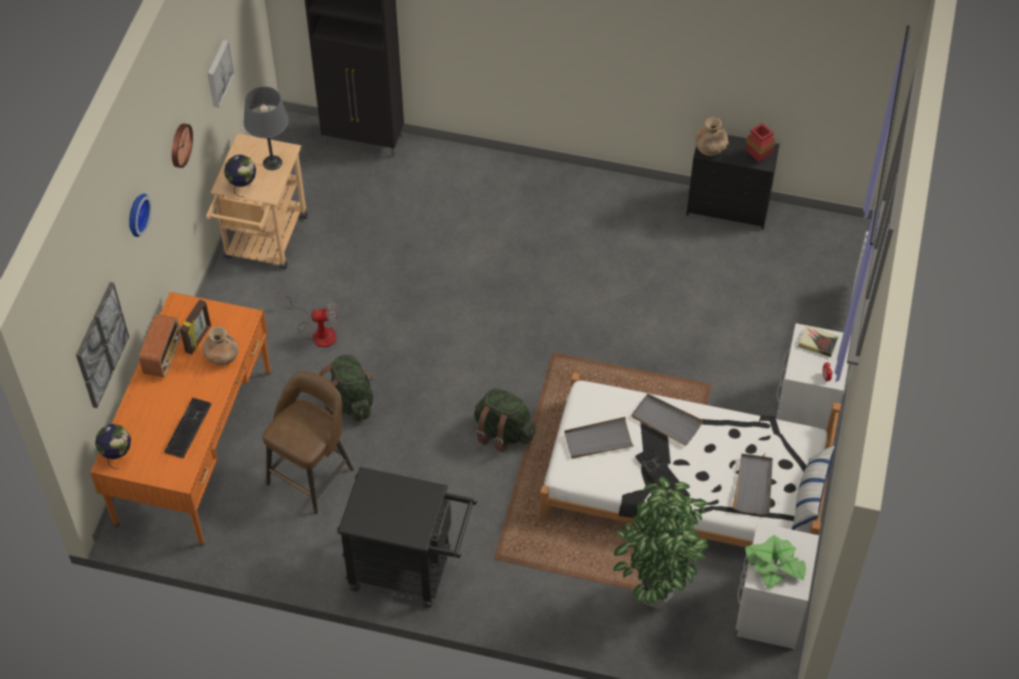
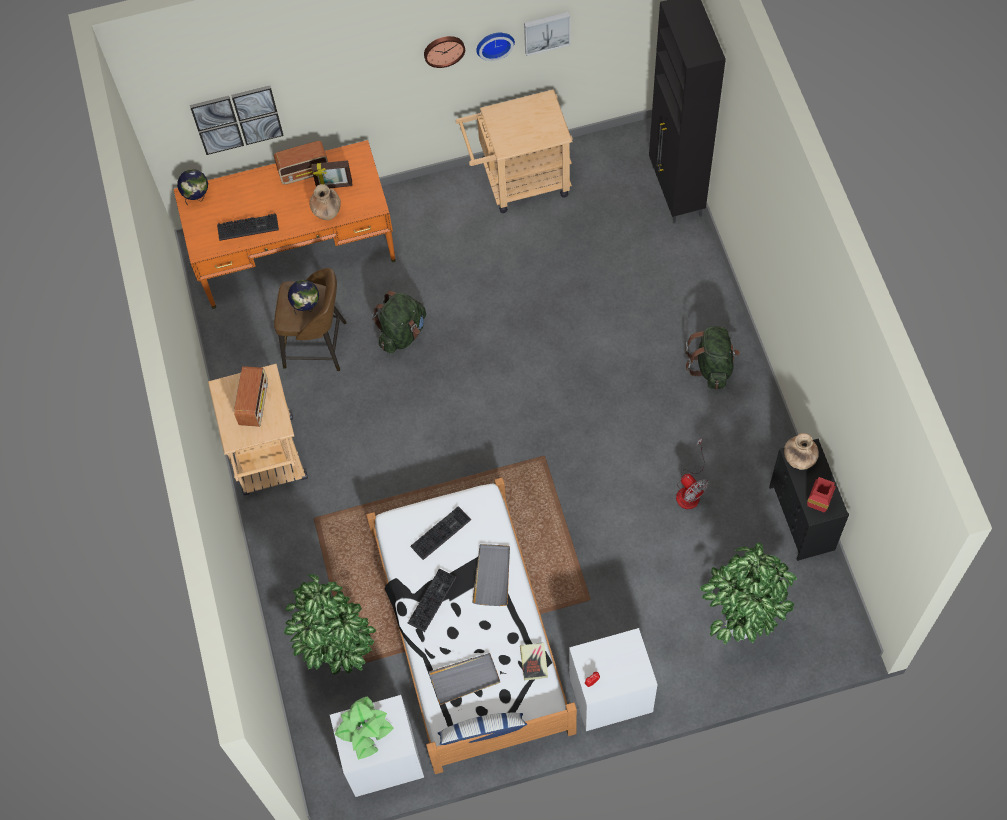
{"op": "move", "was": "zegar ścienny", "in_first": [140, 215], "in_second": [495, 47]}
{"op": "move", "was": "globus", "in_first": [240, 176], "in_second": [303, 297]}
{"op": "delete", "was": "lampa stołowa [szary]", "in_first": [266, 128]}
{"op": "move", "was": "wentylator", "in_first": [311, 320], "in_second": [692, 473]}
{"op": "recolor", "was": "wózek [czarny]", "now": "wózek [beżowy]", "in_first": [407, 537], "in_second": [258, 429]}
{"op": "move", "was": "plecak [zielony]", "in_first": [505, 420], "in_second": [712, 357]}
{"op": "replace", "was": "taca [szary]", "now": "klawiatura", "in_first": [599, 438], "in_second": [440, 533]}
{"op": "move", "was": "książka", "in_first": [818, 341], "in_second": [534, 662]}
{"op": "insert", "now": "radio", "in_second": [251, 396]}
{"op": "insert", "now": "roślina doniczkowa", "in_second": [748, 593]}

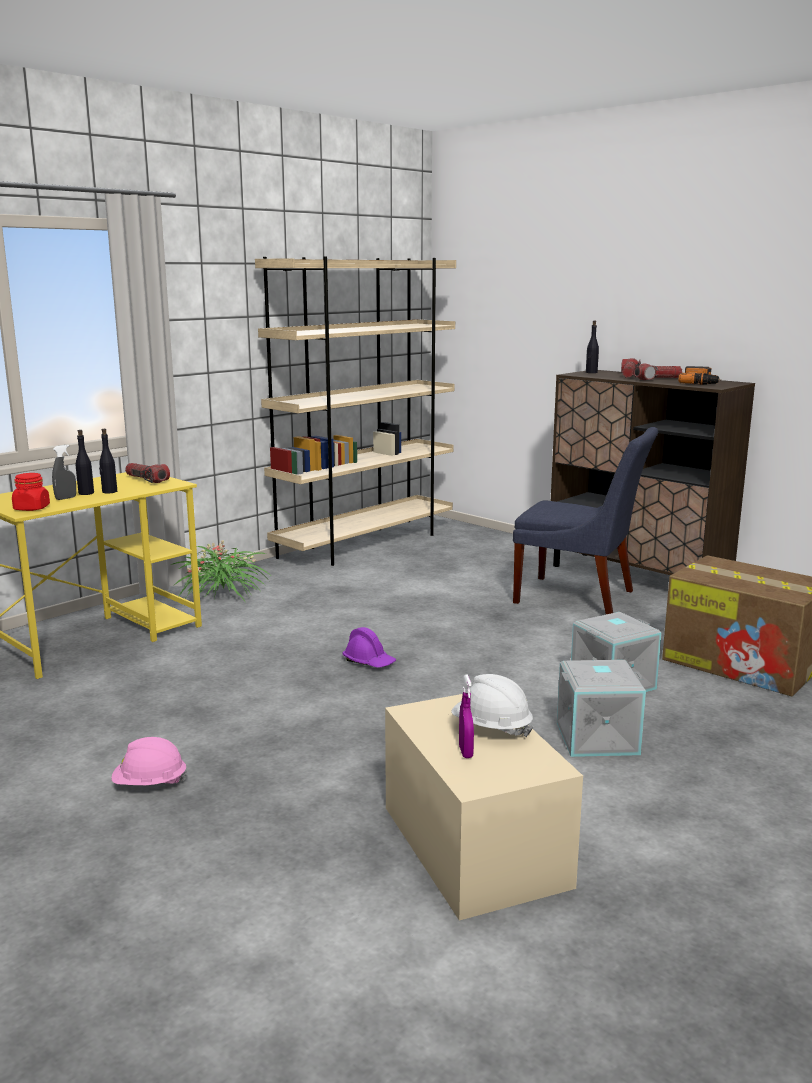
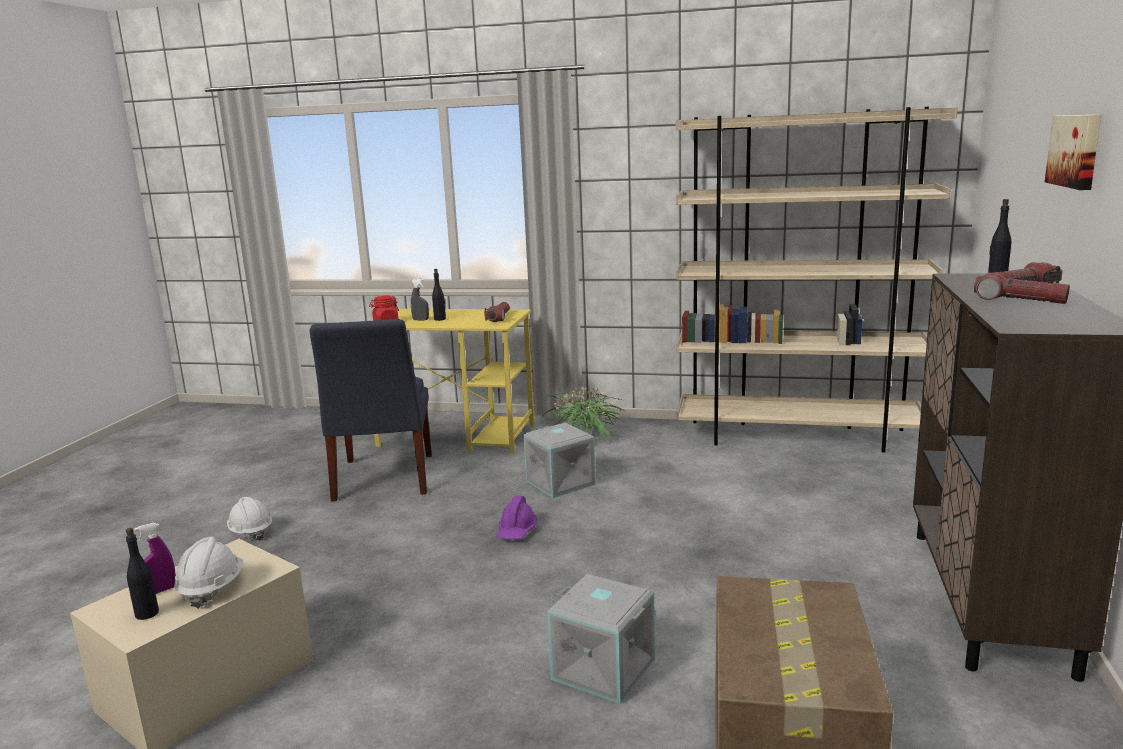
{"op": "move", "was": "butelka [czarny]", "in_first": [108, 461], "in_second": [142, 574]}
{"op": "recolor", "was": "kask [różowy]", "now": "kask [biały]", "in_first": [149, 761], "in_second": [249, 519]}
{"op": "move", "was": "krzesło [niebieski]", "in_first": [585, 520], "in_second": [370, 410]}
{"op": "move", "was": "pojemnik do przechowywania [szary]", "in_first": [601, 708], "in_second": [560, 460]}
{"op": "delete", "was": "wiertarka", "in_first": [699, 375]}
{"op": "insert", "now": "obraz", "in_second": [1073, 152]}

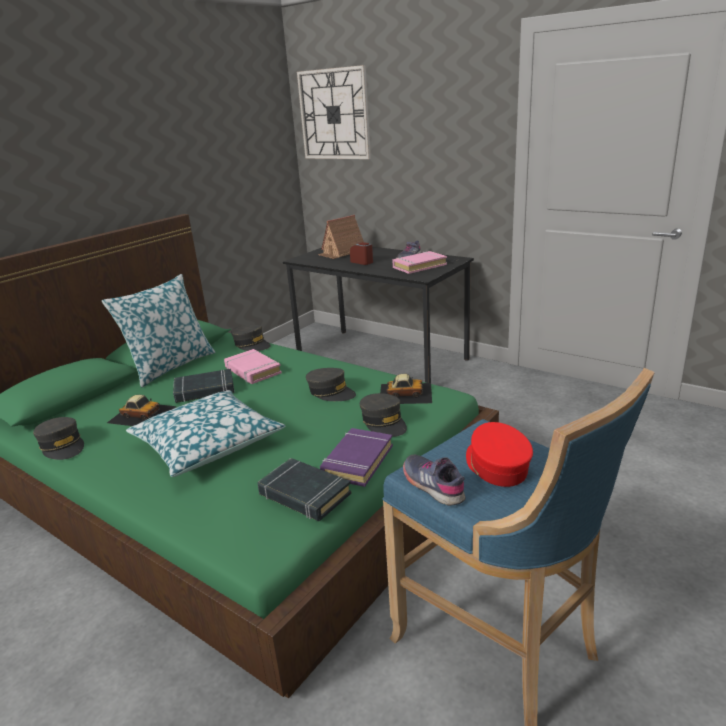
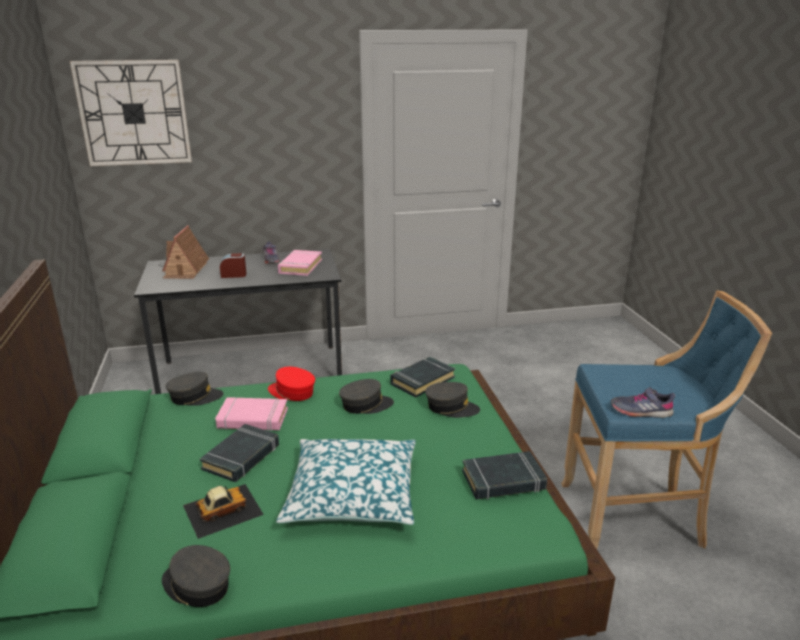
{"op": "rotate", "was": "czapka z daszkiem [szary]", "in_first": [58, 438], "in_second": [196, 576], "clockwise": -150}
{"op": "delete", "was": "poduszka", "in_first": [158, 330]}
{"op": "delete", "was": "książka [fioletowy]", "in_first": [356, 457]}
{"op": "replace", "was": "samochodzik", "now": "książka [czarny]", "in_first": [406, 389], "in_second": [422, 377]}
{"op": "move", "was": "czapka z daszkiem [czerwony]", "in_first": [499, 454], "in_second": [291, 384]}

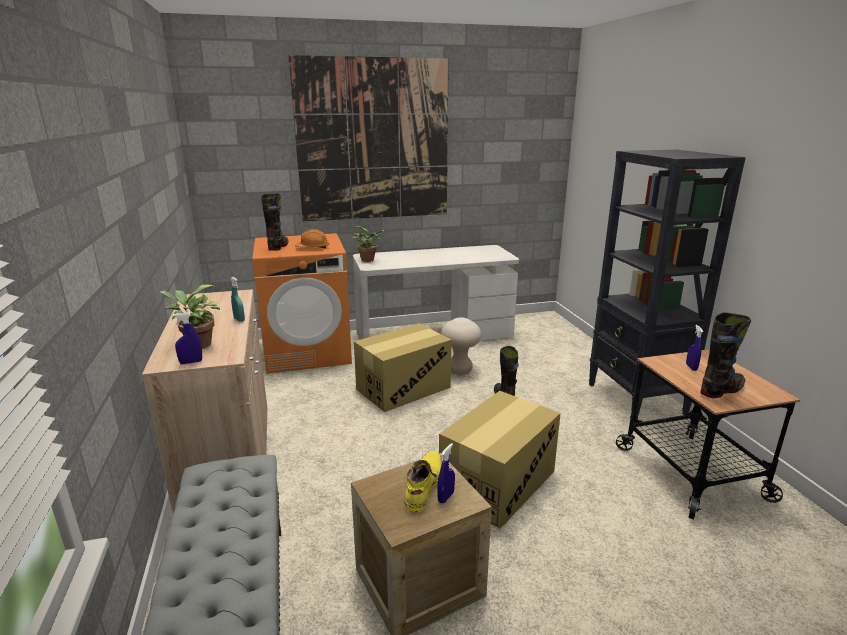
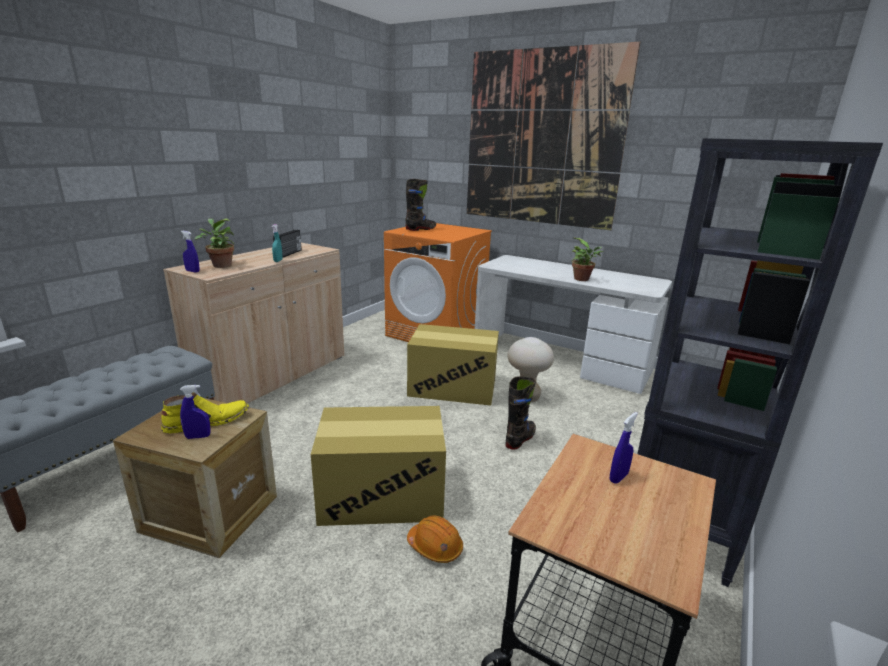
{"op": "move", "was": "kask [pomarańczowy]", "in_first": [312, 238], "in_second": [435, 539]}
{"op": "move", "was": "roślina doniczkowa", "in_first": [368, 244], "in_second": [587, 259]}
{"op": "delete", "was": "but z cholewką [czarny]", "in_first": [726, 355]}
{"op": "insert", "now": "radio", "in_second": [287, 243]}

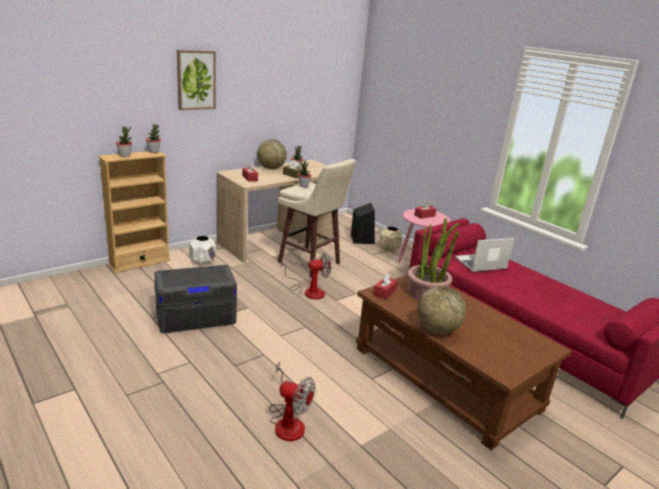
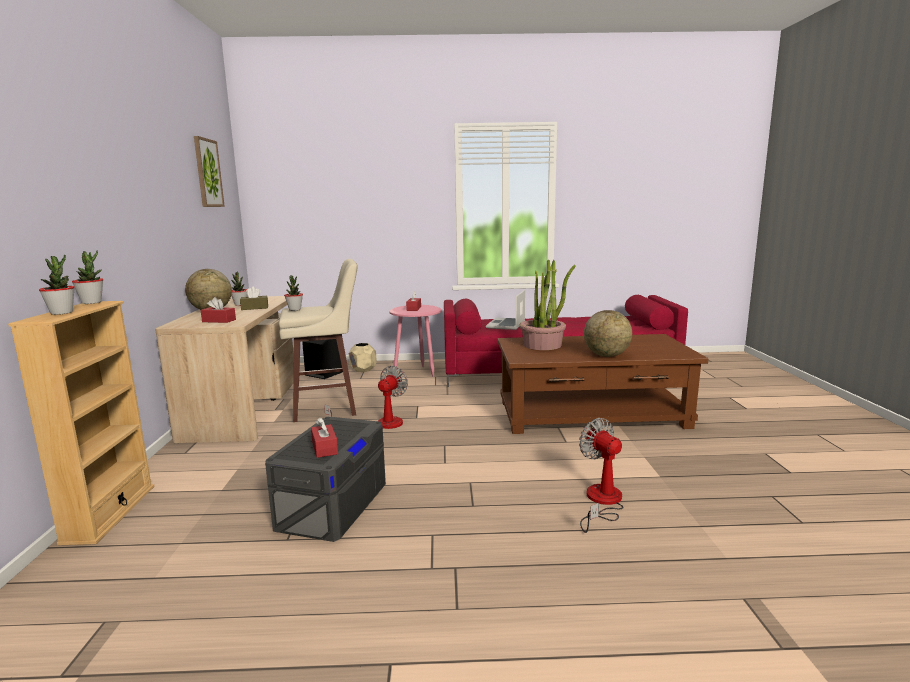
{"op": "move", "was": "obraz", "in_first": [196, 80], "in_second": [209, 171]}
{"op": "delete", "was": "donica [biały]", "in_first": [202, 250]}
{"op": "rotate", "was": "wentylator", "in_first": [292, 401], "in_second": [601, 475], "clockwise": -90}
{"op": "move", "was": "pudełko chusteczek [czerwony]", "in_first": [385, 286], "in_second": [324, 437]}

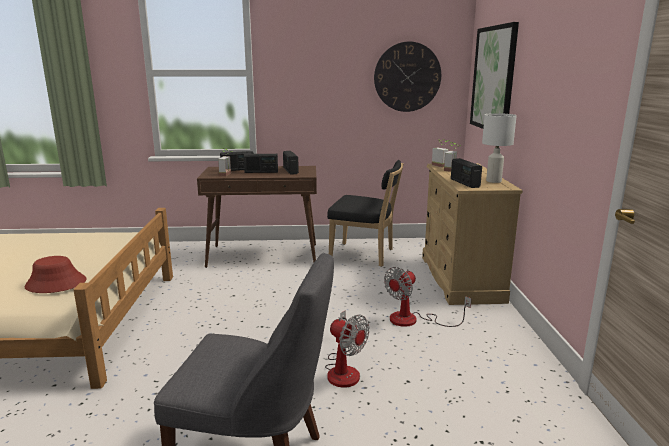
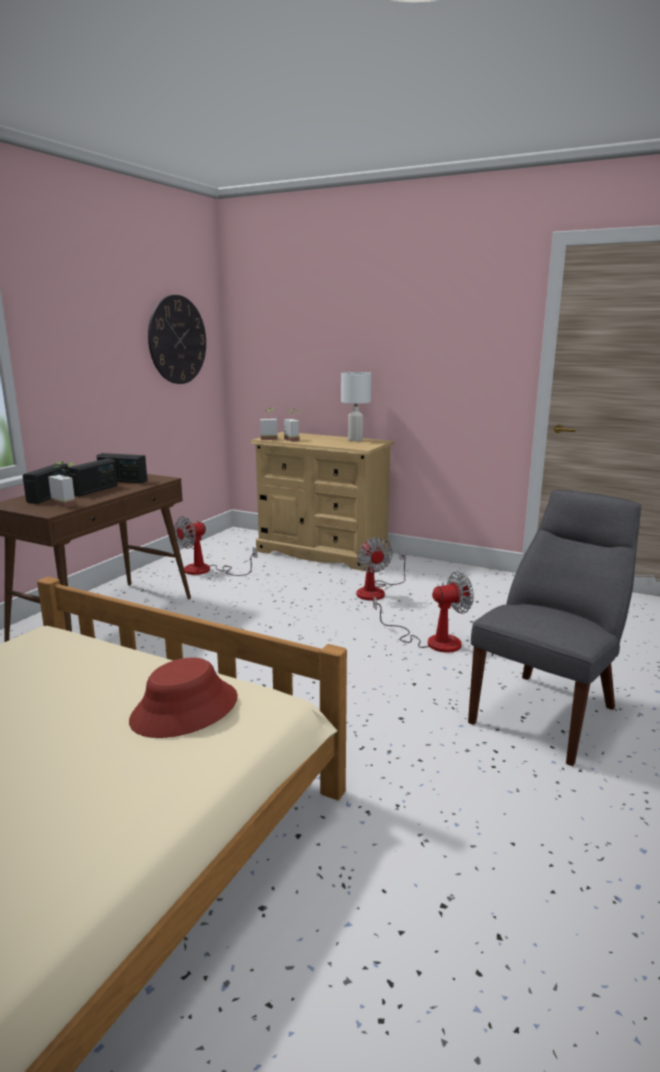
{"op": "replace", "was": "krzesło [czarny]", "now": "wentylator", "in_first": [365, 213], "in_second": [215, 546]}
{"op": "delete", "was": "radio", "in_first": [466, 173]}
{"op": "delete", "was": "obraz", "in_first": [494, 75]}

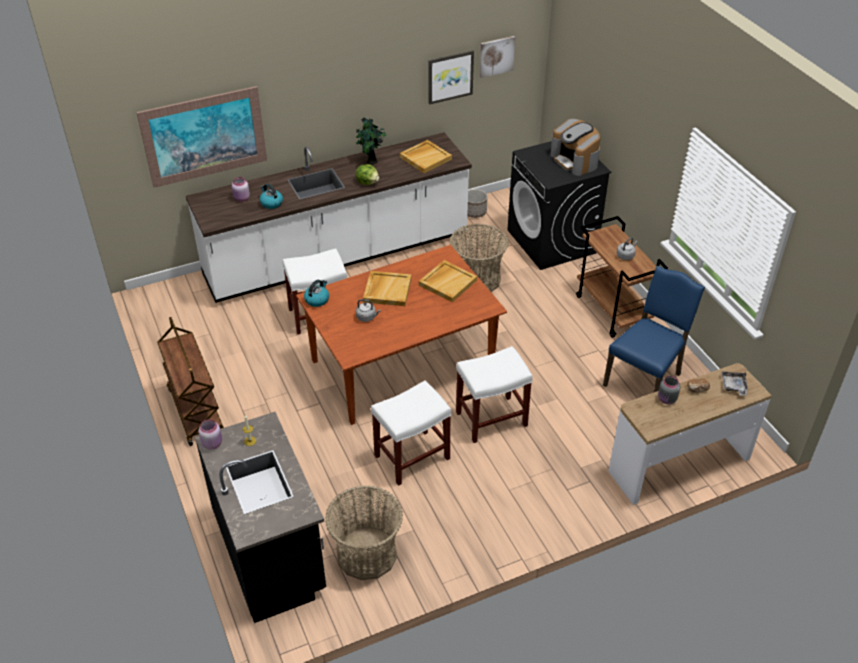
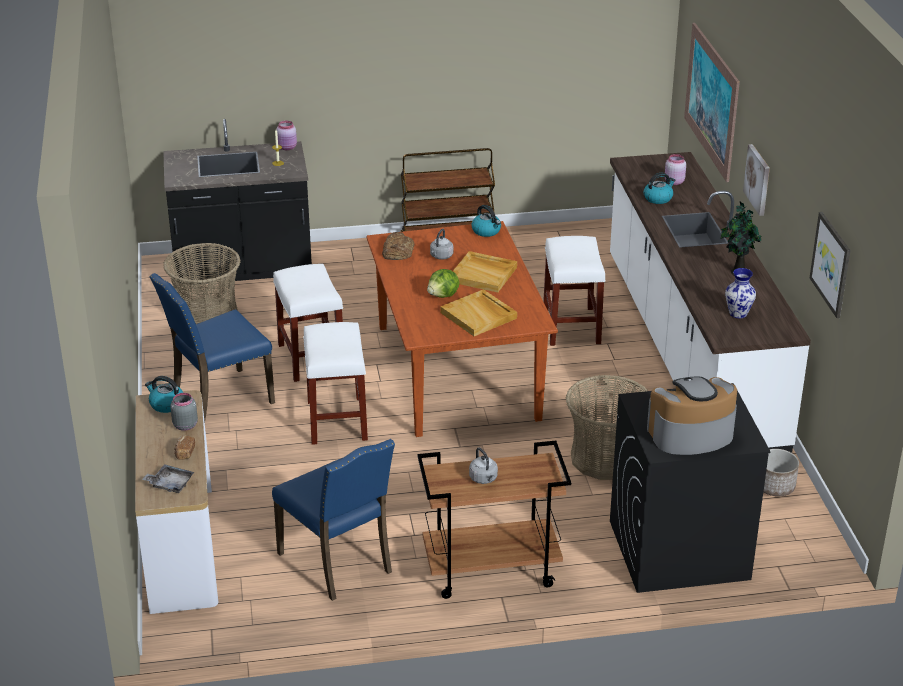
{"op": "move", "was": "sałata", "in_first": [367, 174], "in_second": [443, 283]}
{"op": "replace", "was": "taca [beżowy]", "now": "wazon", "in_first": [426, 156], "in_second": [740, 293]}
{"op": "move", "was": "obraz", "in_first": [497, 57], "in_second": [756, 180]}
{"op": "insert", "now": "czajnik", "in_second": [164, 394]}
{"op": "insert", "now": "krzesło [niebieski]", "in_second": [212, 347]}
{"op": "insert", "now": "chleb", "in_second": [398, 246]}

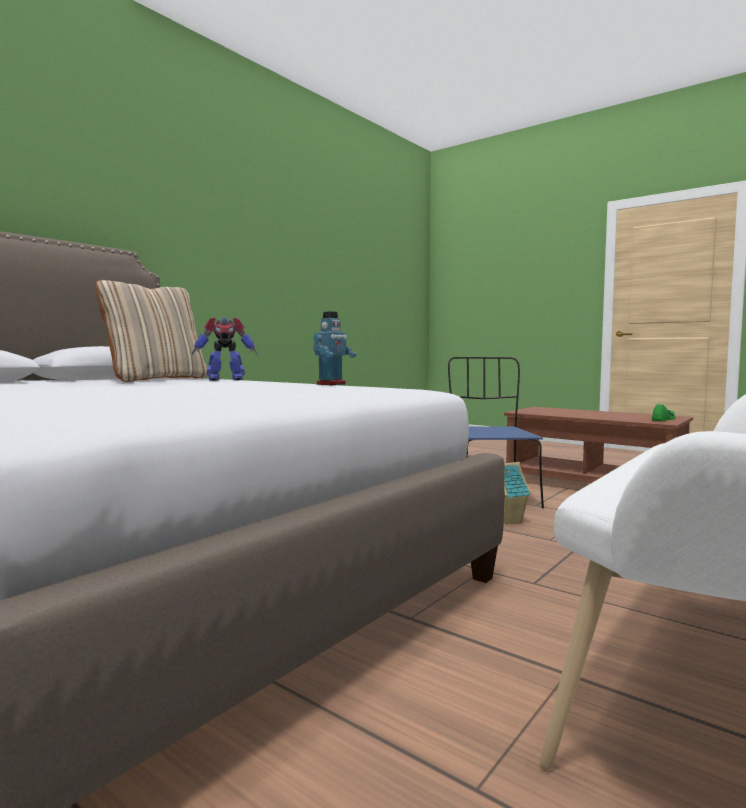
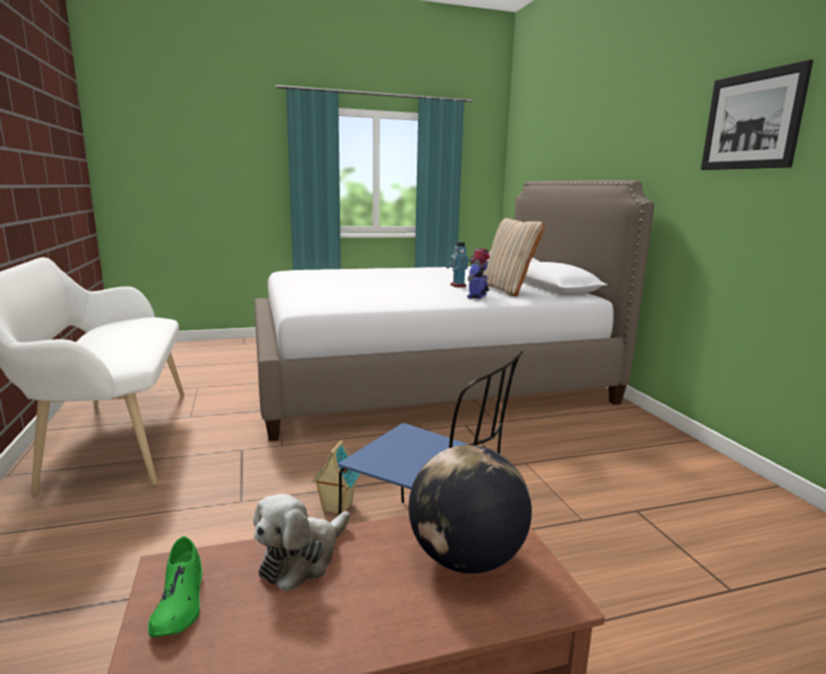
{"op": "move", "was": "robot zabawkowy", "in_first": [334, 348], "in_second": [457, 264]}
{"op": "insert", "now": "pluszak", "in_second": [301, 542]}
{"op": "insert", "now": "globus", "in_second": [470, 509]}
{"op": "insert", "now": "obraz", "in_second": [757, 115]}

